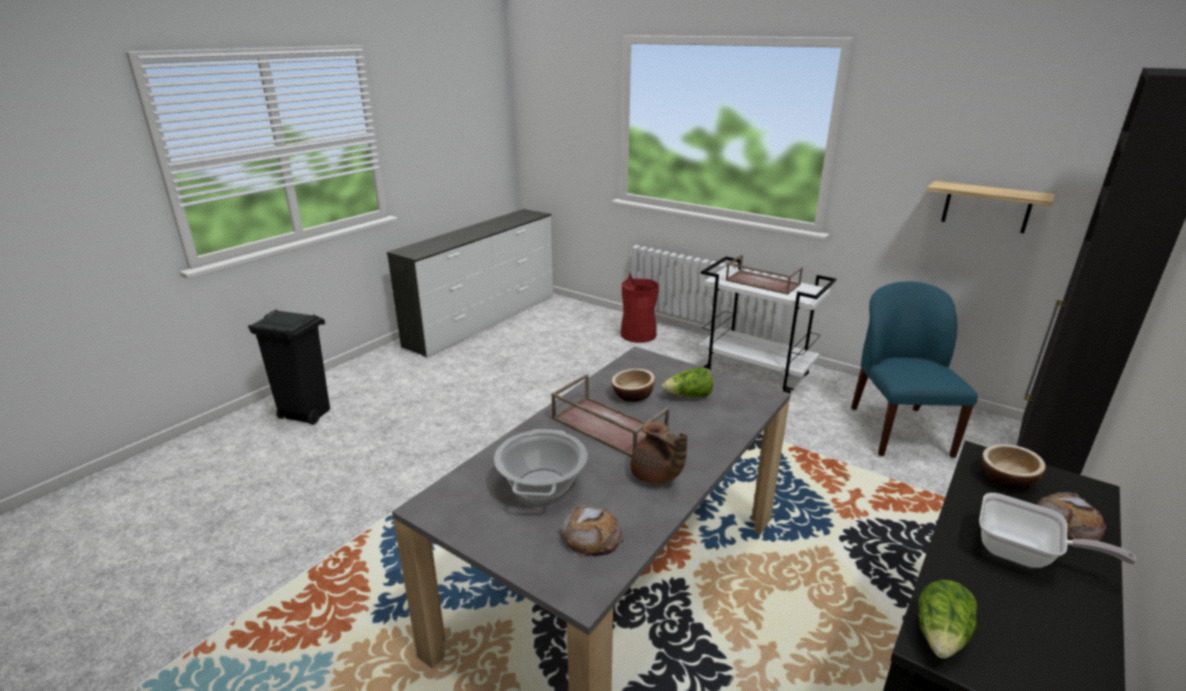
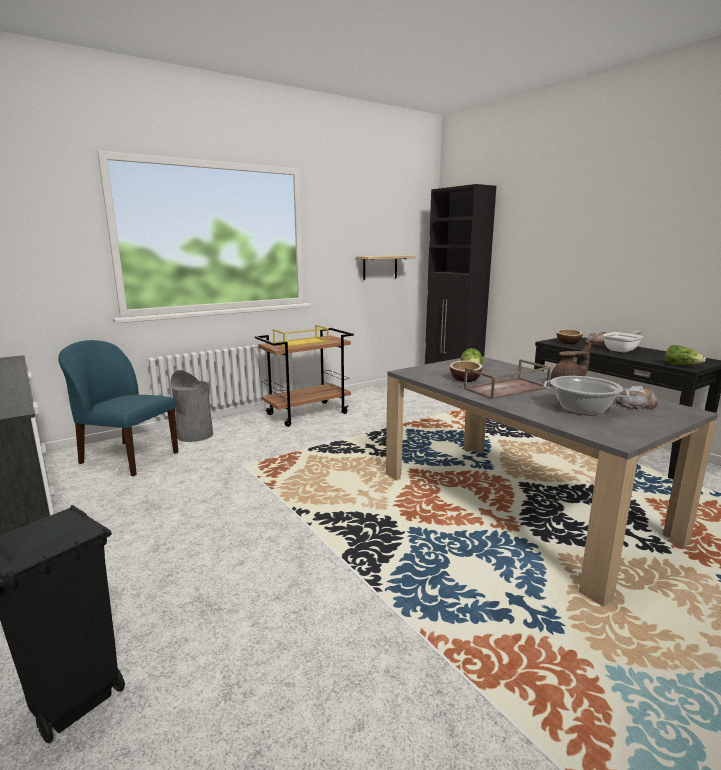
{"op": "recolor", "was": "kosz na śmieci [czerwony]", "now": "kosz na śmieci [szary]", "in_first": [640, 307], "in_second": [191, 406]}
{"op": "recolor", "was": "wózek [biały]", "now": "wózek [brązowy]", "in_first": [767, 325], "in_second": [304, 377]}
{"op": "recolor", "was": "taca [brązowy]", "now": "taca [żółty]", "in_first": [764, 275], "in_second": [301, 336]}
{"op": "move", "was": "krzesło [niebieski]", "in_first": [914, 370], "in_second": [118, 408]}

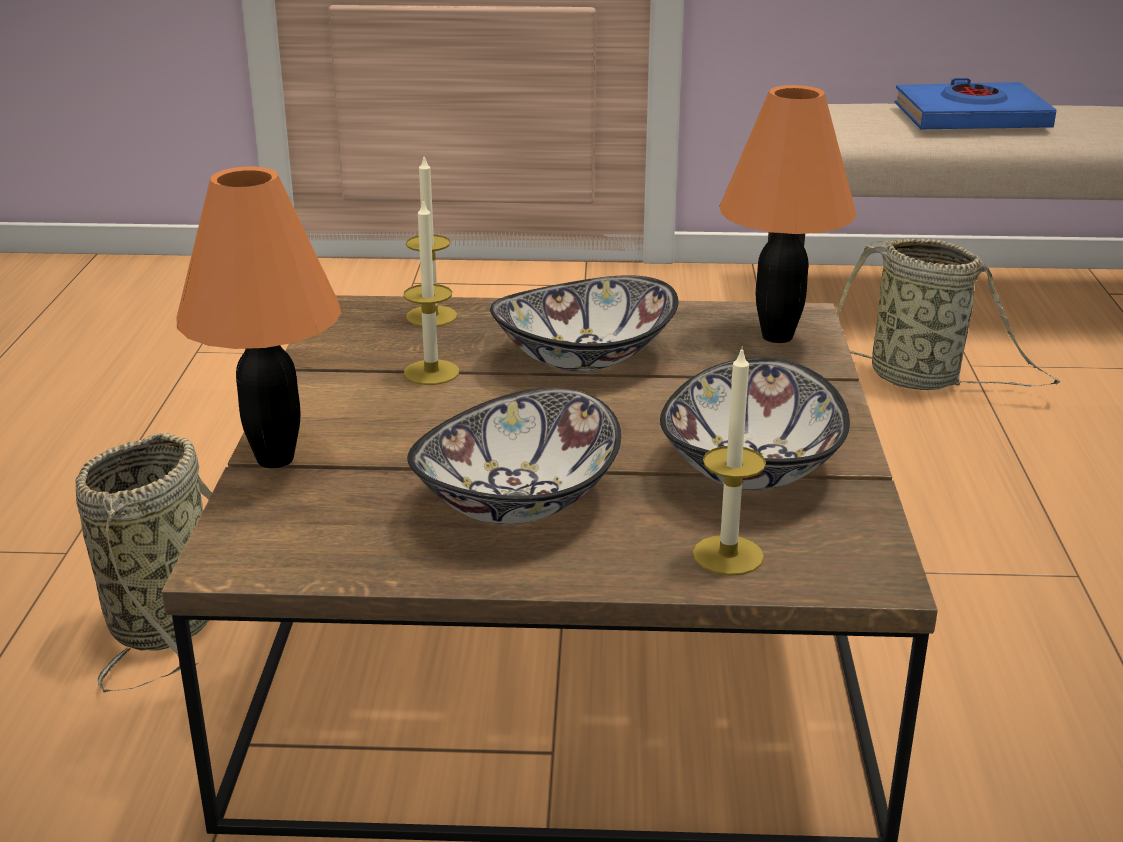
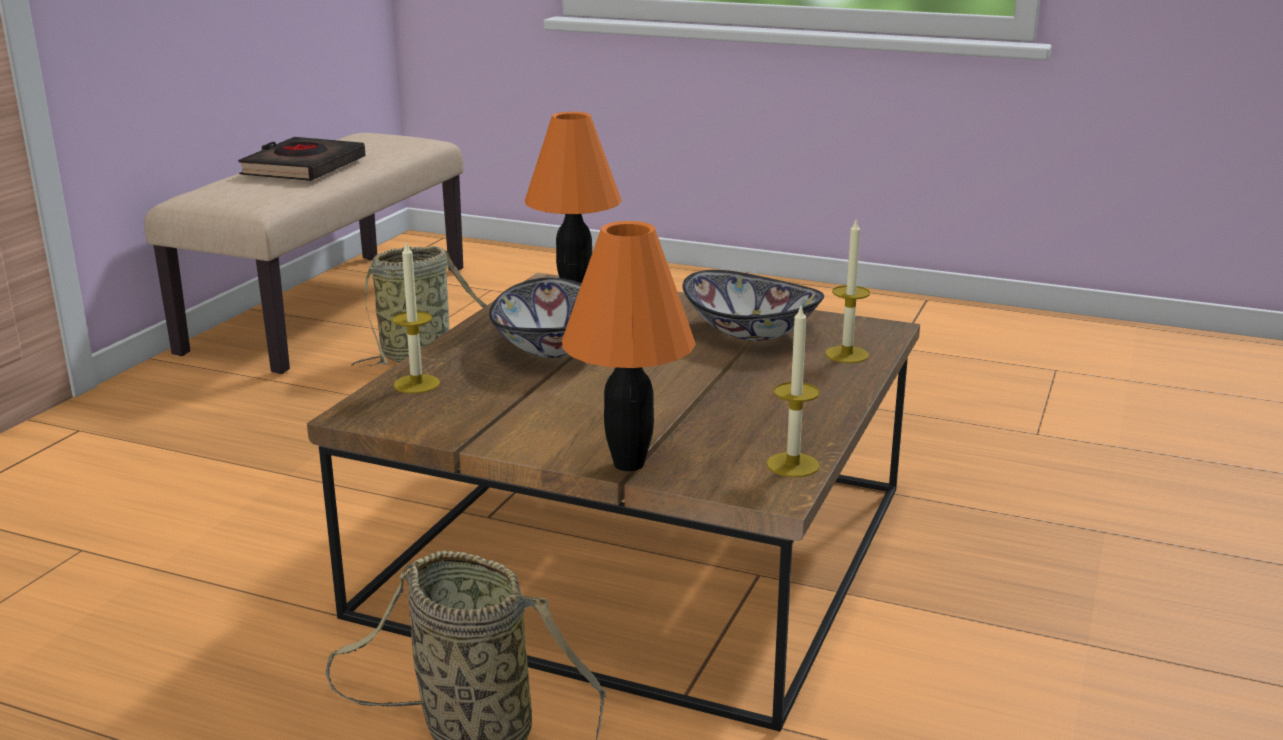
{"op": "move", "was": "świeca", "in_first": [431, 292], "in_second": [793, 390]}
{"op": "delete", "was": "miska", "in_first": [514, 456]}
{"op": "recolor", "was": "książka [niebieski]", "now": "książka [czarny]", "in_first": [975, 103], "in_second": [301, 159]}

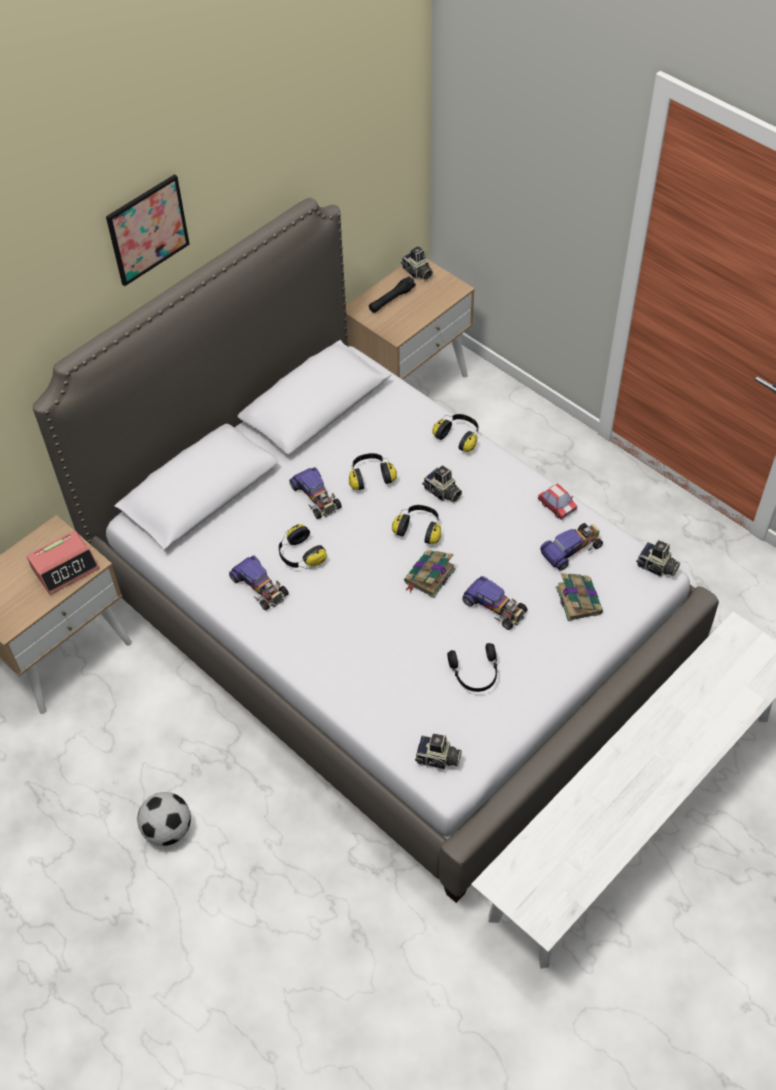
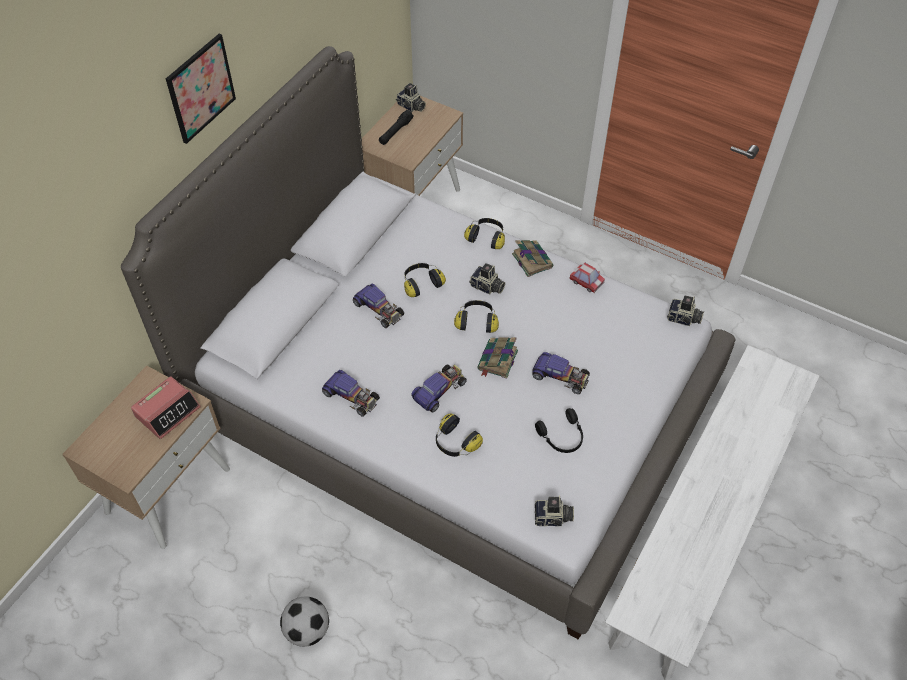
{"op": "move", "was": "słuchawki", "in_first": [303, 546], "in_second": [459, 435]}
{"op": "move", "was": "samochodzik", "in_first": [571, 547], "in_second": [439, 388]}
{"op": "move", "was": "książka", "in_first": [579, 597], "in_second": [532, 258]}

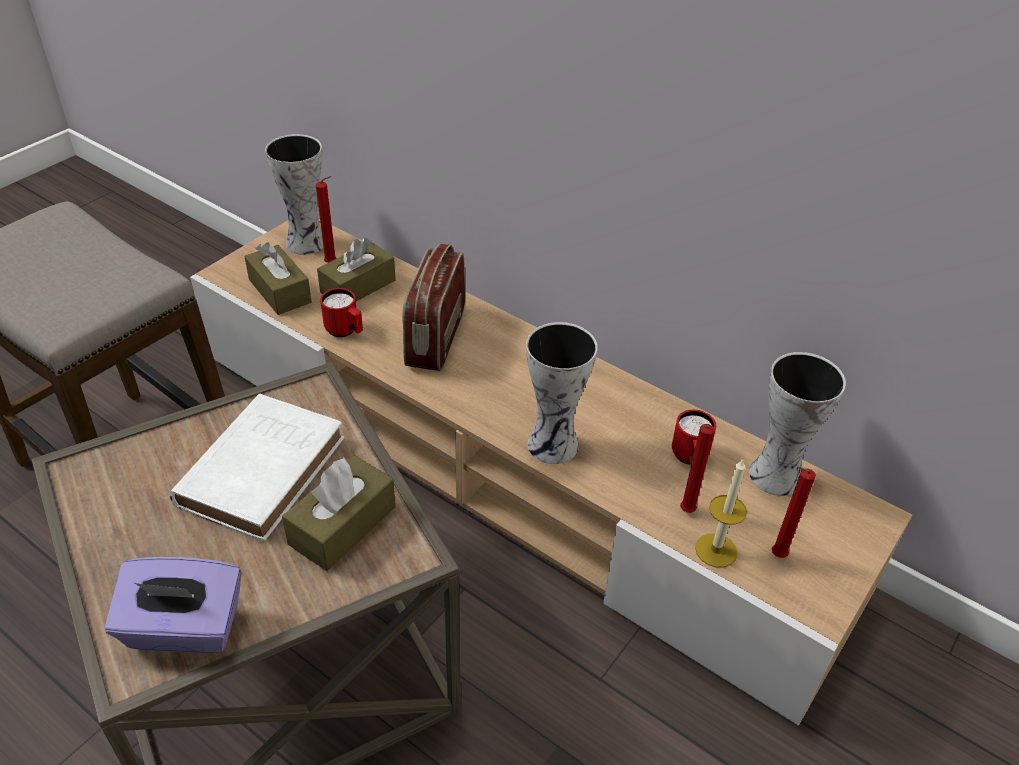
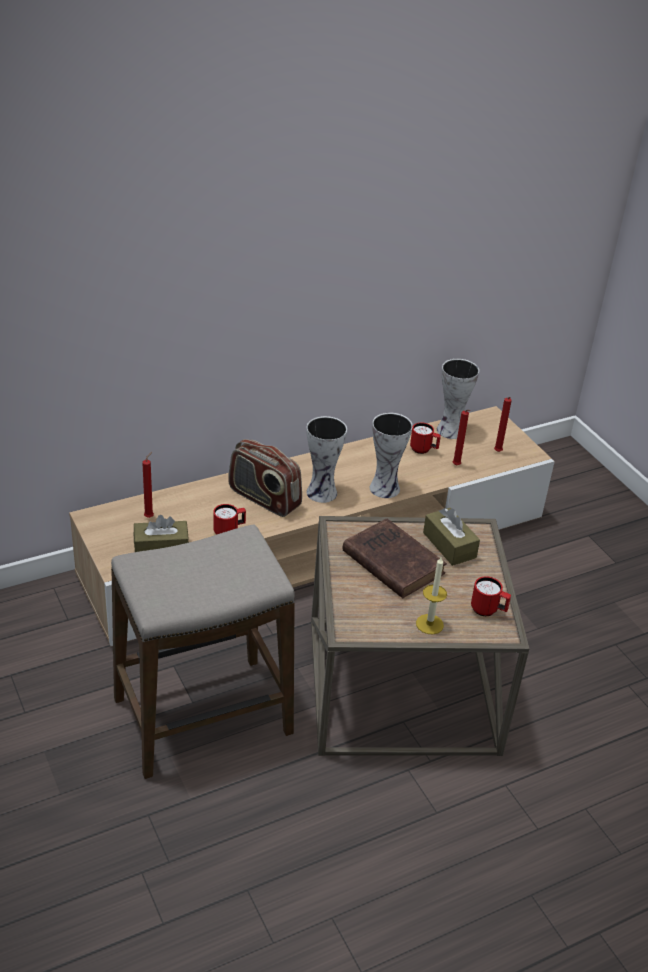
{"op": "replace", "was": "pudełko chusteczek [fioletowy]", "now": "kubek [czerwony]", "in_first": [173, 605], "in_second": [491, 596]}
{"op": "recolor", "was": "książka [biały]", "now": "książka [brązowy]", "in_first": [256, 468], "in_second": [394, 558]}
{"op": "move", "was": "wazon", "in_first": [294, 194], "in_second": [327, 459]}
{"op": "delete", "was": "pudełko chusteczek [brązowy]", "in_first": [356, 269]}
{"op": "move", "was": "świeca", "in_first": [721, 513], "in_second": [431, 595]}

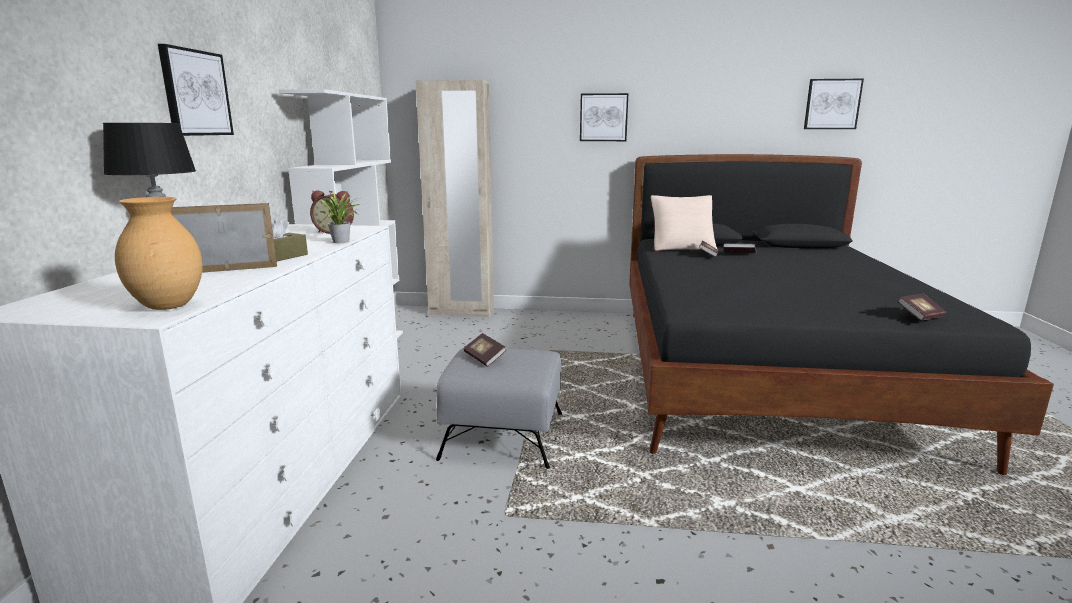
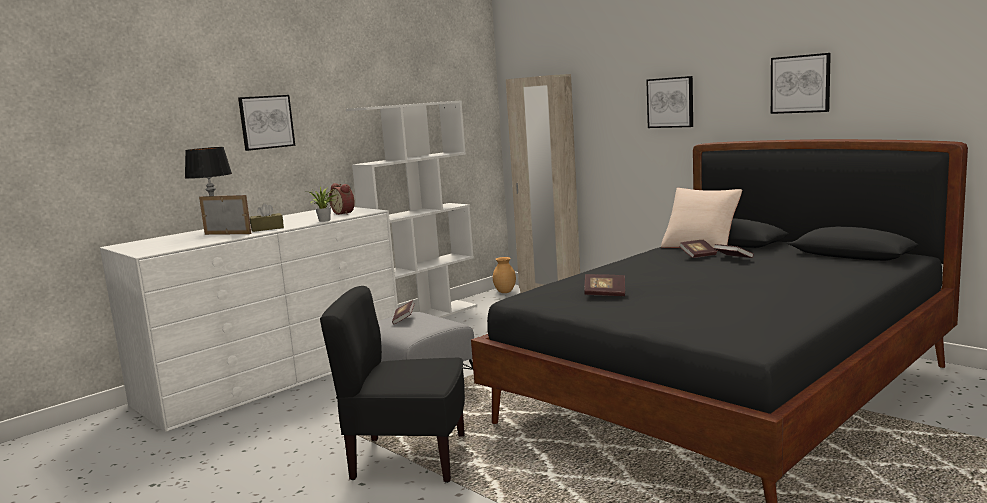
{"op": "move", "was": "wazon [brązowy]", "in_first": [158, 253], "in_second": [504, 275]}
{"op": "move", "was": "obraz", "in_first": [834, 104], "in_second": [801, 83]}
{"op": "move", "was": "książka", "in_first": [922, 307], "in_second": [604, 285]}
{"op": "insert", "now": "krzesło [czarny]", "in_second": [392, 384]}

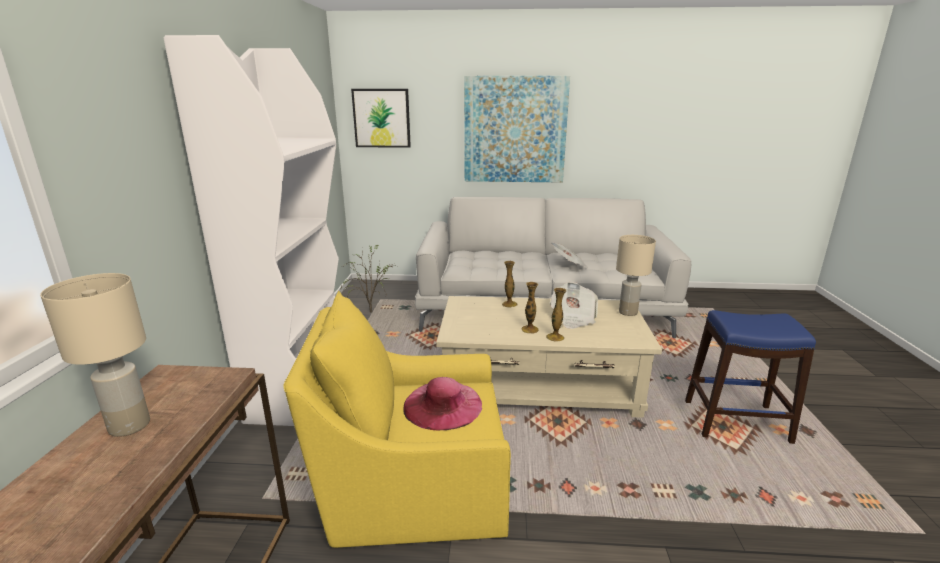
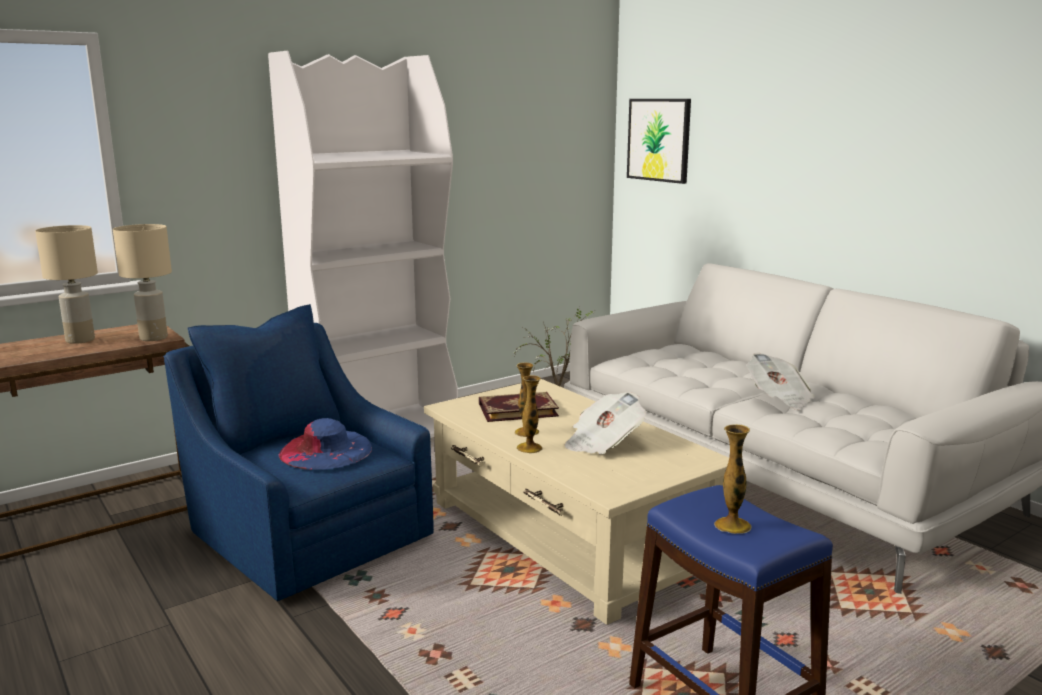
{"op": "recolor", "was": "fotel [żółty]", "now": "fotel [niebieski]", "in_first": [397, 419], "in_second": [298, 452]}
{"op": "recolor", "was": "kapelusz [różowy]", "now": "kapelusz [niebieski]", "in_first": [442, 404], "in_second": [325, 444]}
{"op": "delete", "was": "obraz", "in_first": [517, 129]}
{"op": "move", "was": "wazon", "in_first": [510, 284], "in_second": [733, 479]}
{"op": "move", "was": "lampa stołowa [beżowy]", "in_first": [636, 275], "in_second": [142, 282]}
{"op": "insert", "now": "książka", "in_second": [519, 407]}

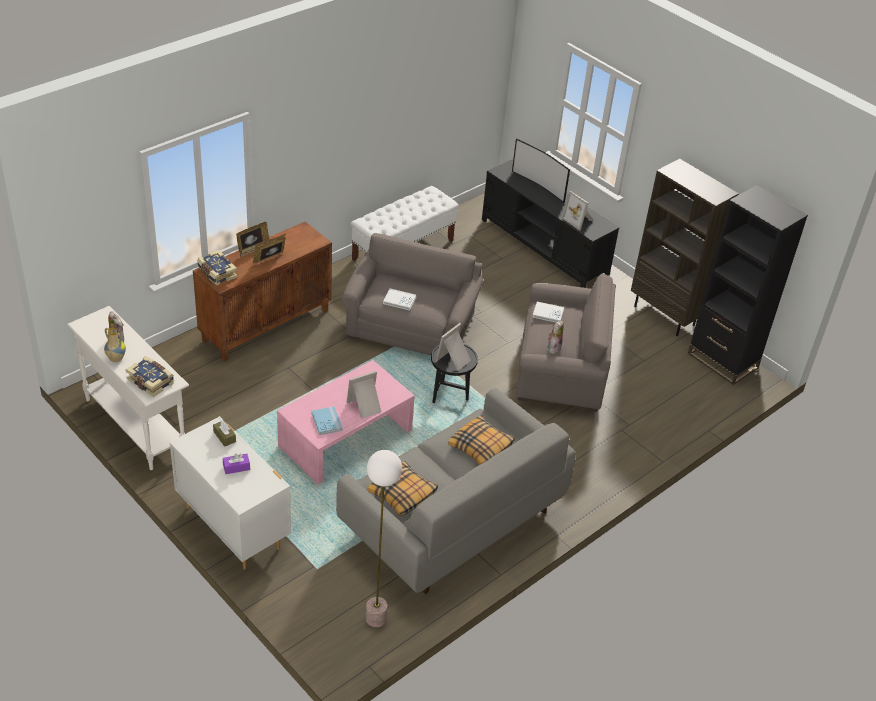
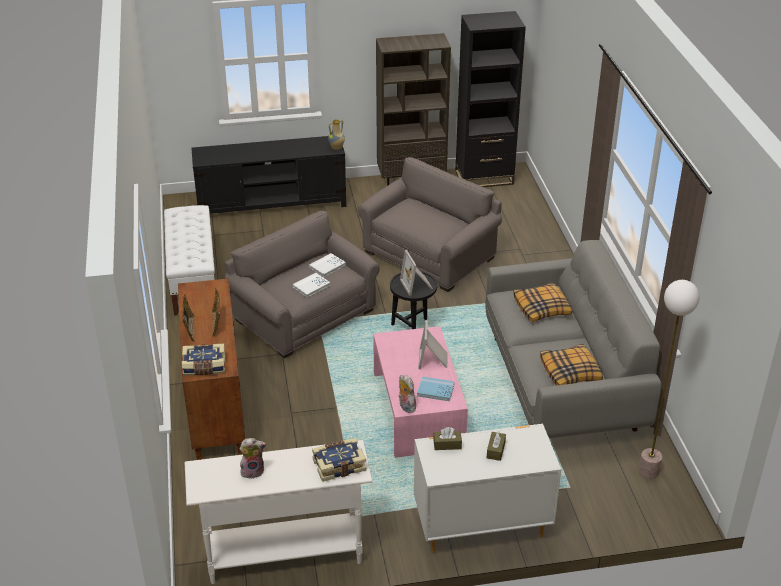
{"op": "move", "was": "wazon", "in_first": [115, 345], "in_second": [336, 134]}
{"op": "recolor", "was": "pudełko chusteczek [fioletowy]", "now": "pudełko chusteczek [brązowy]", "in_first": [236, 464], "in_second": [496, 446]}
{"op": "delete", "was": "telewizor", "in_first": [541, 171]}
{"op": "move", "was": "książka [biały]", "in_first": [548, 312], "in_second": [327, 265]}
{"op": "move", "was": "pluszak", "in_first": [556, 337], "in_second": [407, 394]}
{"op": "delete", "was": "ramka na zdjęcie", "in_first": [577, 211]}

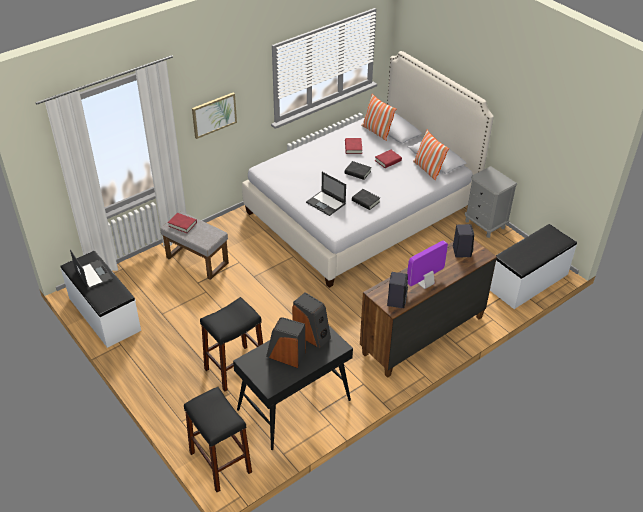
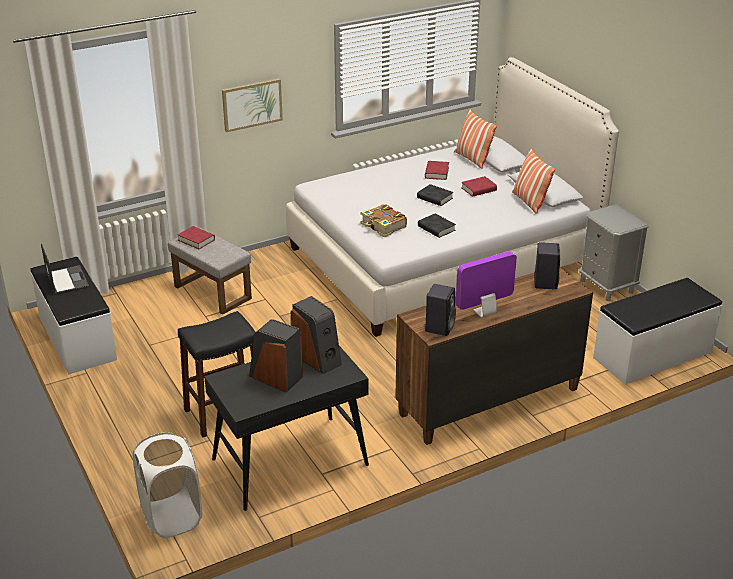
{"op": "replace", "was": "stołek [czarny]", "now": "kosz na pranie [biały]", "in_first": [218, 439], "in_second": [167, 485]}
{"op": "replace", "was": "laptop", "now": "książka", "in_first": [326, 194], "in_second": [384, 221]}

